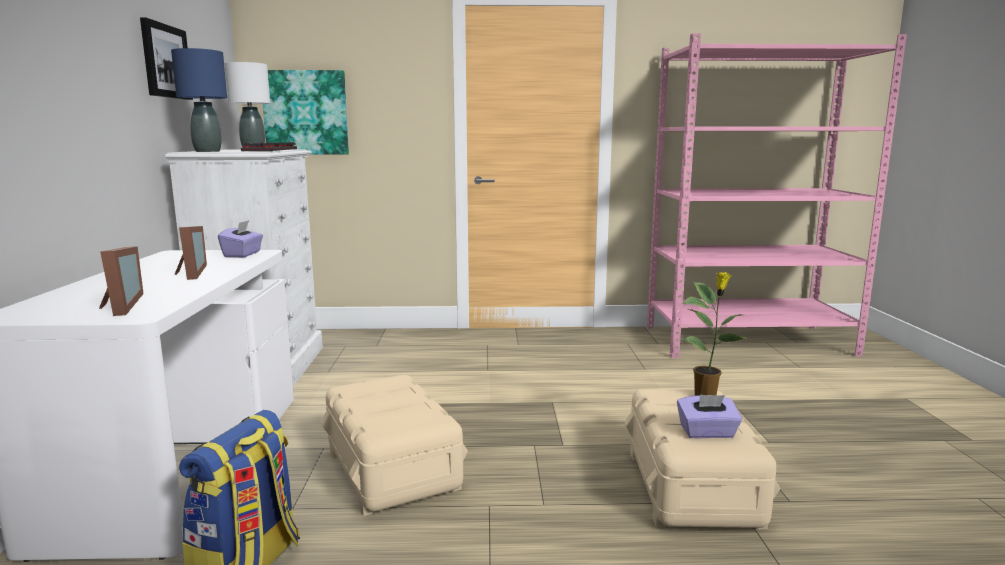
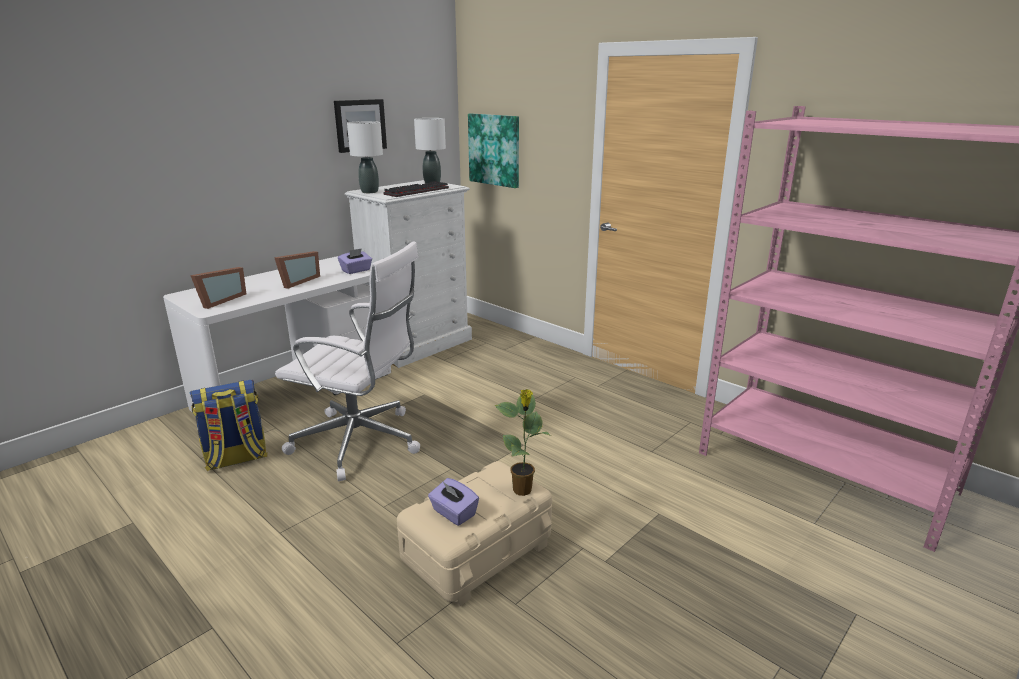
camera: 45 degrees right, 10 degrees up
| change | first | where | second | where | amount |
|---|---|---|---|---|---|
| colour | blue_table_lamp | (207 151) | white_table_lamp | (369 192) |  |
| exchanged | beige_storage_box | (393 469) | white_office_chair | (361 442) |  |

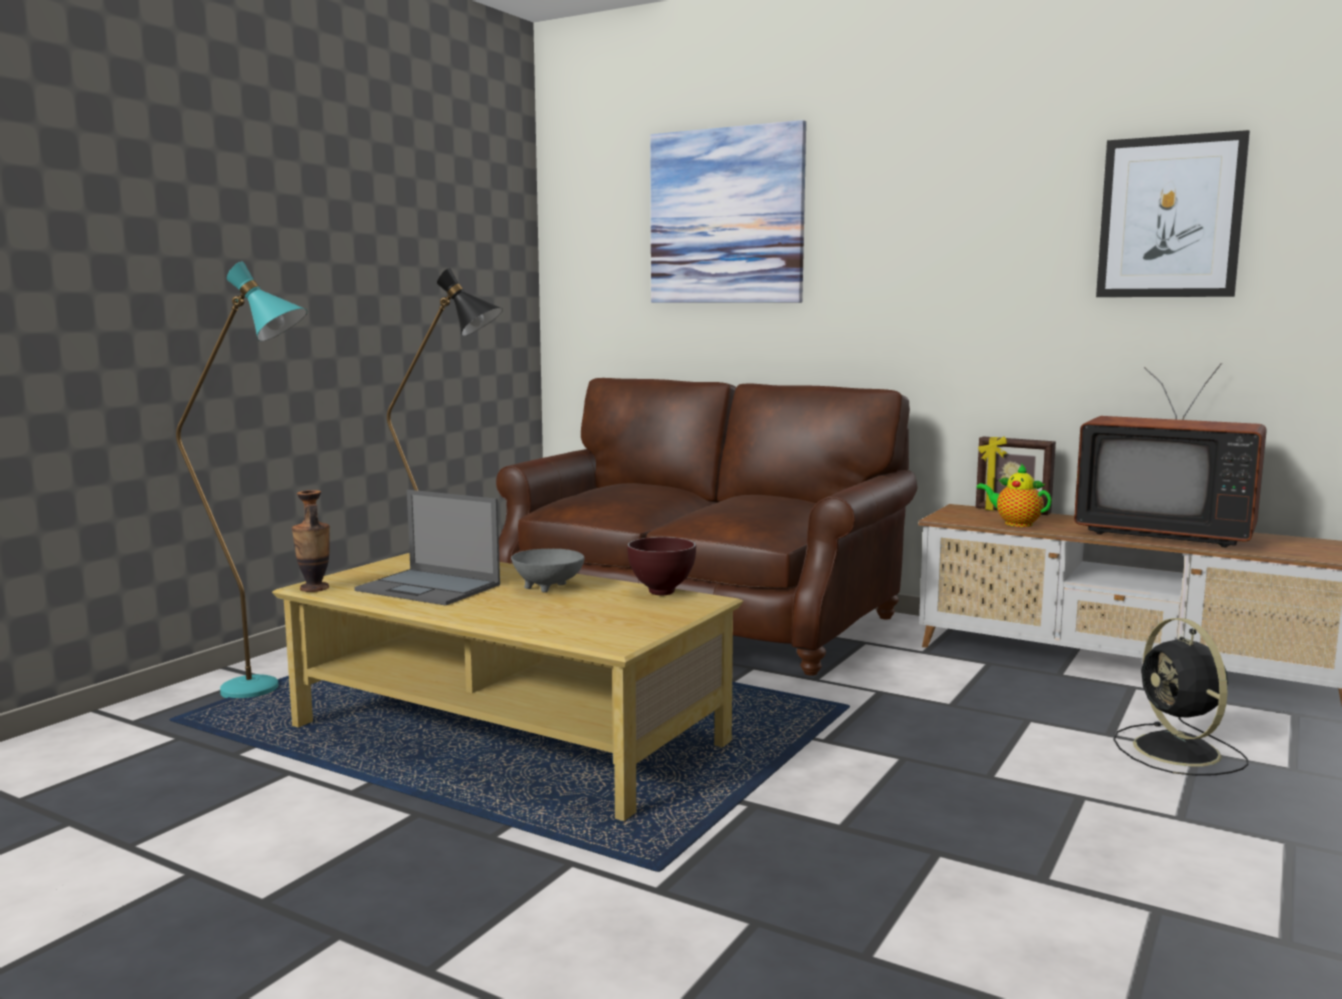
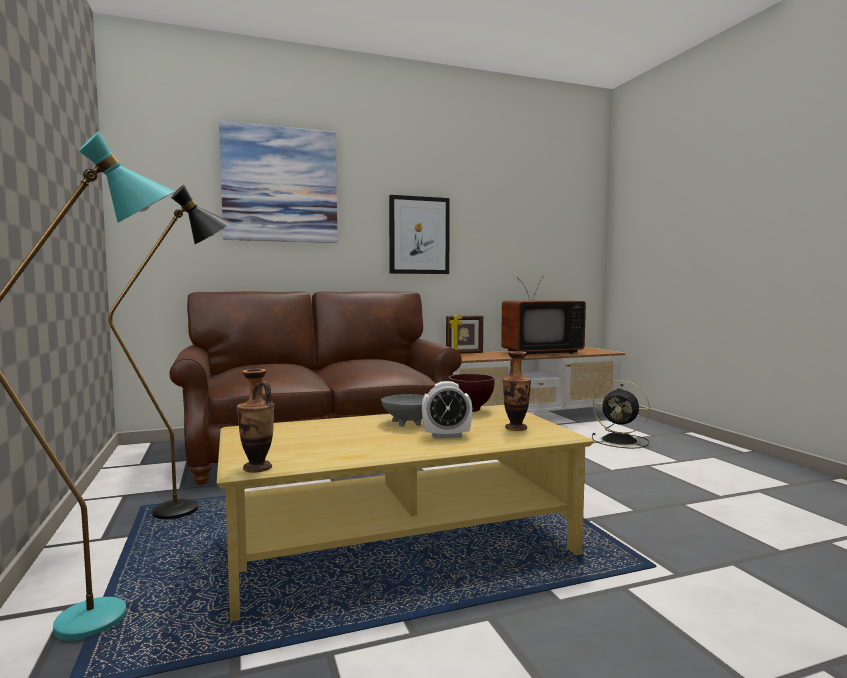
camera: 50 degrees left, 5 degrees down
| change | first | where | second | where | amount |
|---|---|---|---|---|---|
| missing | laptop | (430 588) |  |  |  |
| missing | teapot | (1015 524) |  |  |  |
| relocated | picture | (1170 217) |  | (419 235) |  |
| appeared |  |  | alarm_clock | (446 436) |  |
| appeared |  |  | vase | (516 428) |  |

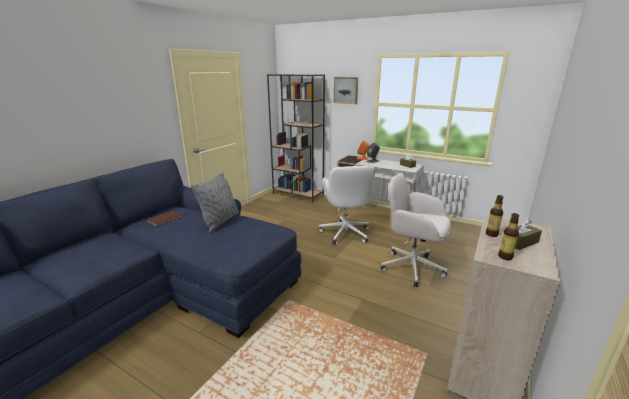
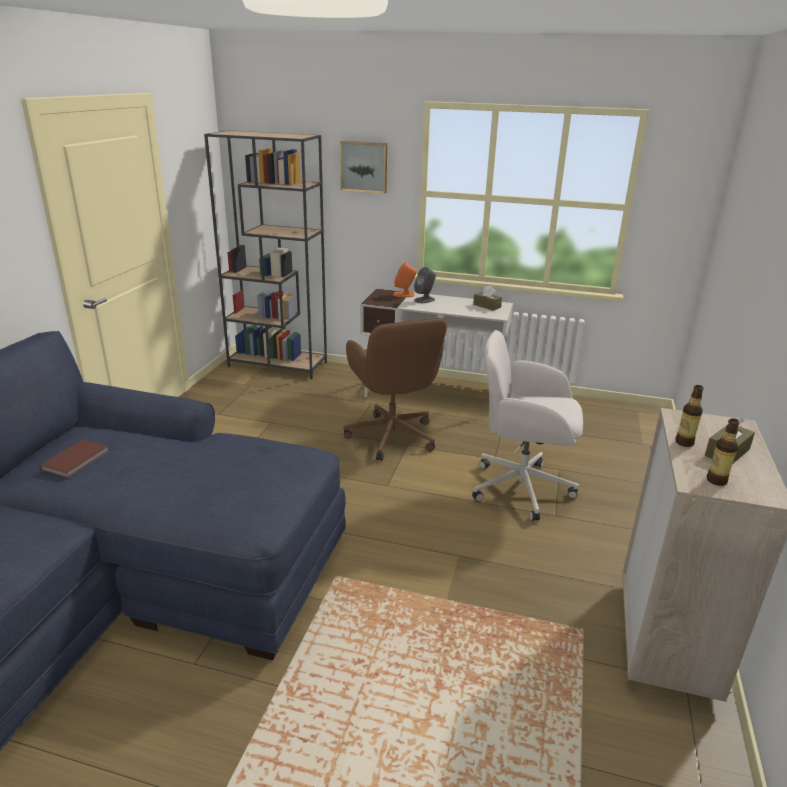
camera: 15 degrees left, 5 degrees up
| change | first | where | second | where | amount |
|---|---|---|---|---|---|
| missing | grey_pillow | (220 222) |  |  |  |
| colour | white_office_chair | (345 233) | brown_office_chair | (391 437) |  |

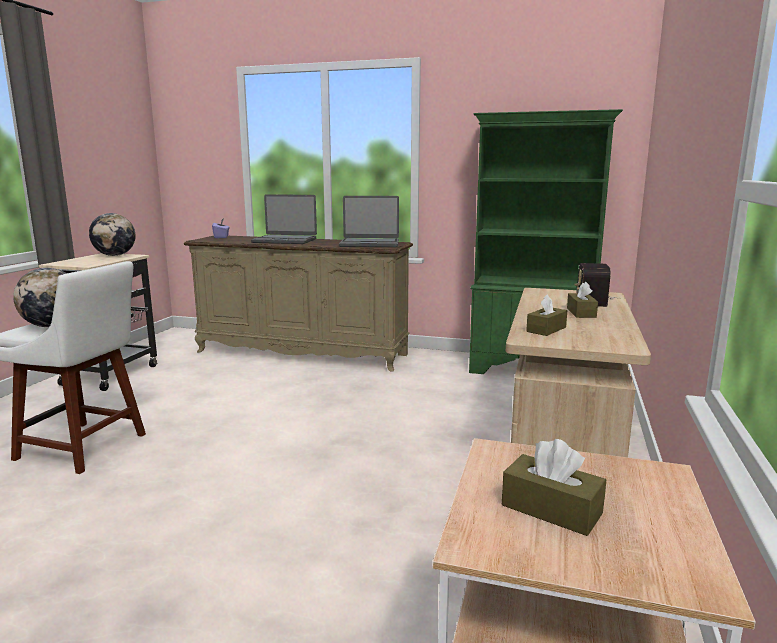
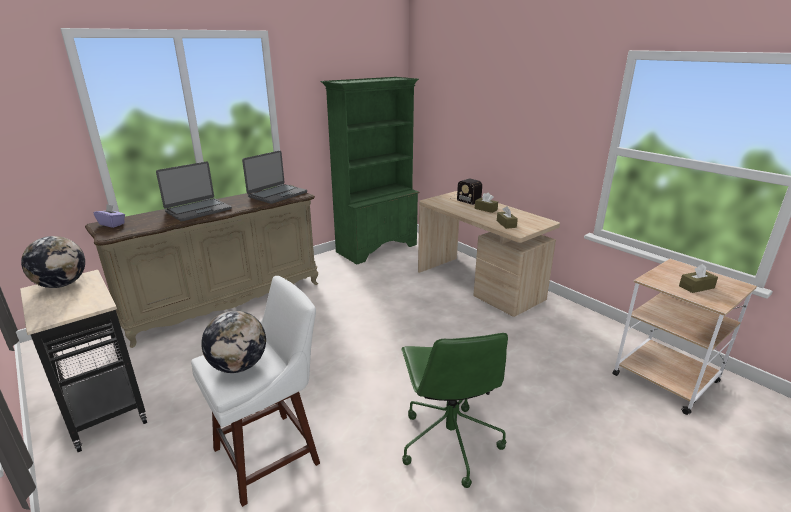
camera: 55 degrees left, 10 degrees up
| change | first | where | second | where | amount |
|---|---|---|---|---|---|
| appeared |  |  | green_office_chair | (448 439) |  |

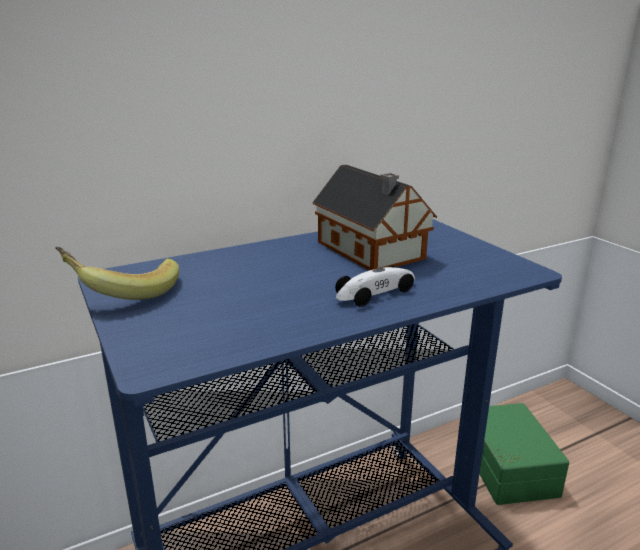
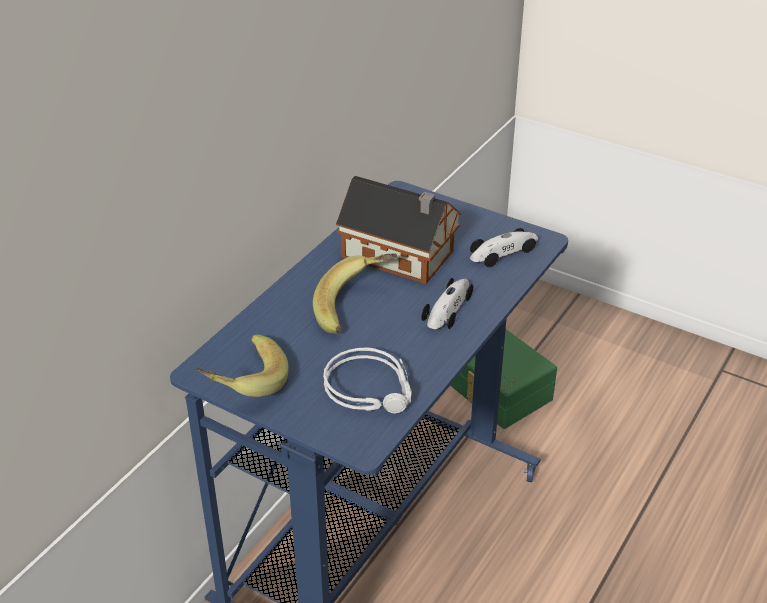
camera: 30 degrees left, 15 degrees up
| change | first | where | second | where | amount |
|---|---|---|---|---|---|
| appeared |  |  | banana | (356 308) |  |
| appeared |  |  | grey_headphones | (372 388) |  |
| appeared |  |  | toy_car | (504 252) |  |

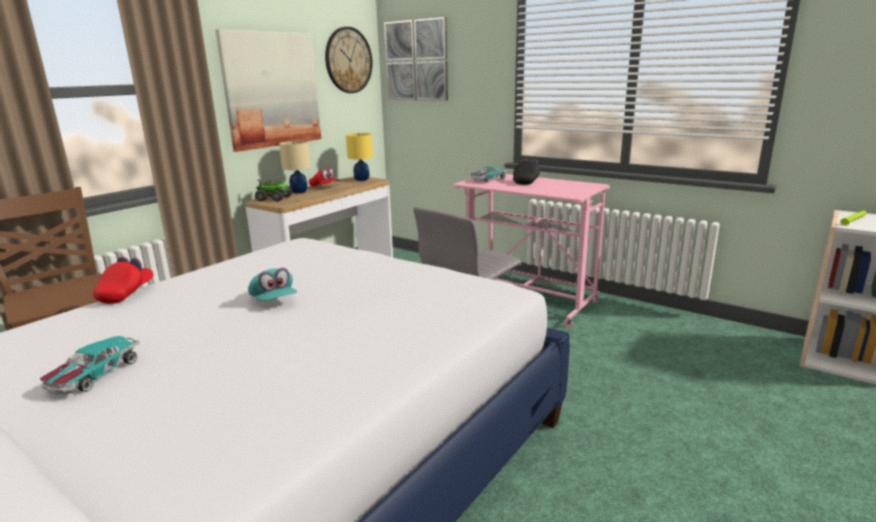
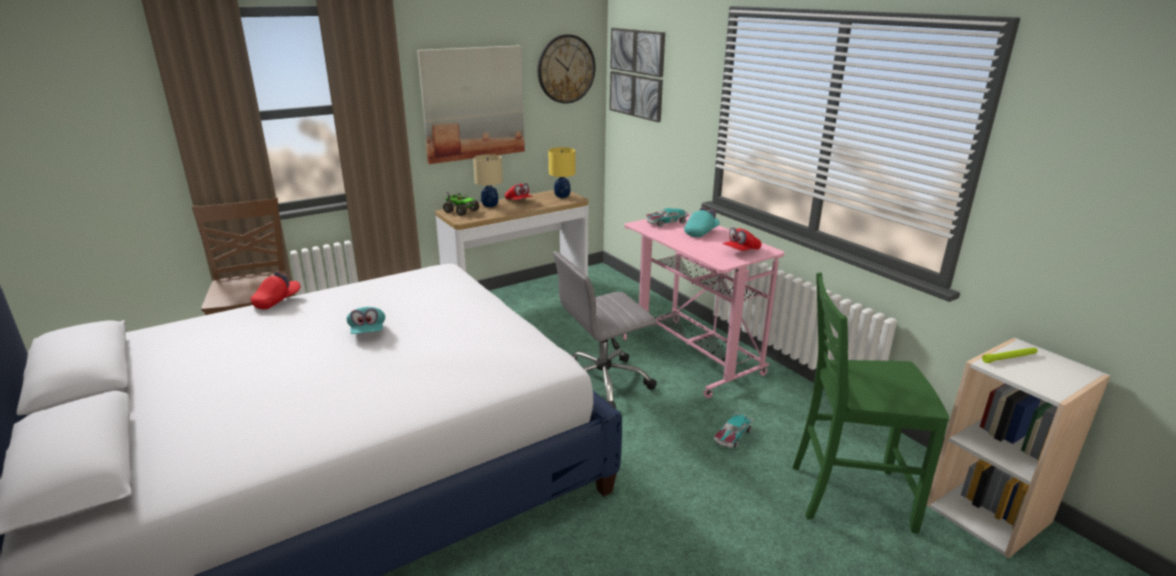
camera: 20 degrees right, 5 degrees up
| change | first | where | second | where | amount |
|---|---|---|---|---|---|
| relocated | toy_car | (94 375) |  | (732 436) |  |
| colour | black_cap | (526 181) | turquoise_cap | (701 232) |  |
| appeared |  |  | red_cap | (741 251) |  |
| appeared |  |  | green_chair | (847 495) |  |

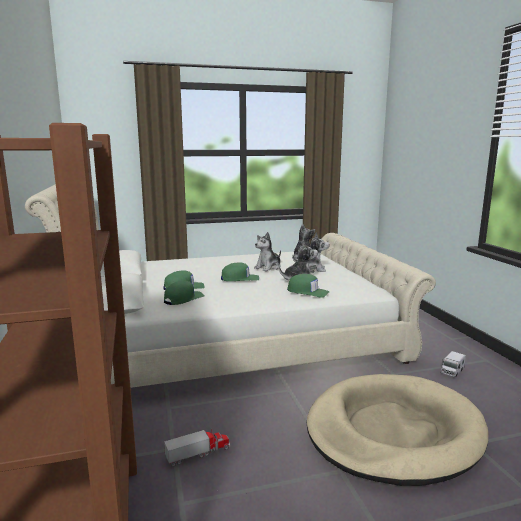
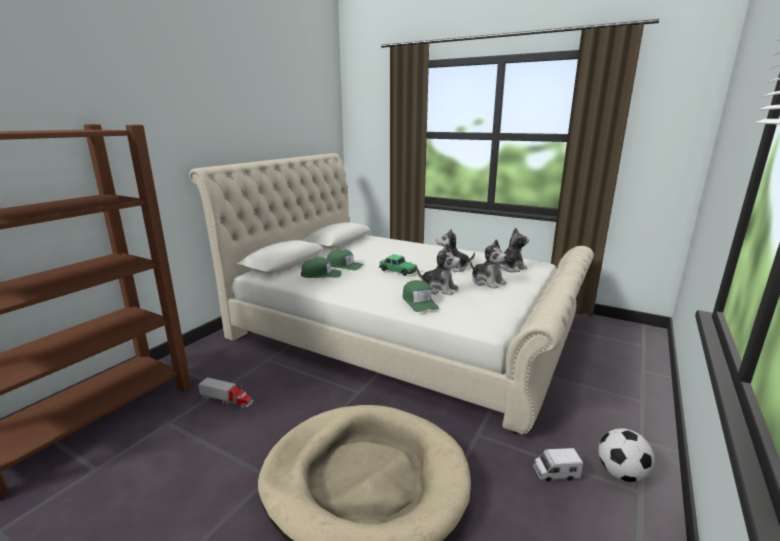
camera: 45 degrees right, 5 degrees up
| change | first | where | second | where | amount |
|---|---|---|---|---|---|
| exchanged | green_cap | (240 278) | toy_car | (398 271) |  |
| appeared |  |  | football | (621 473) |  |

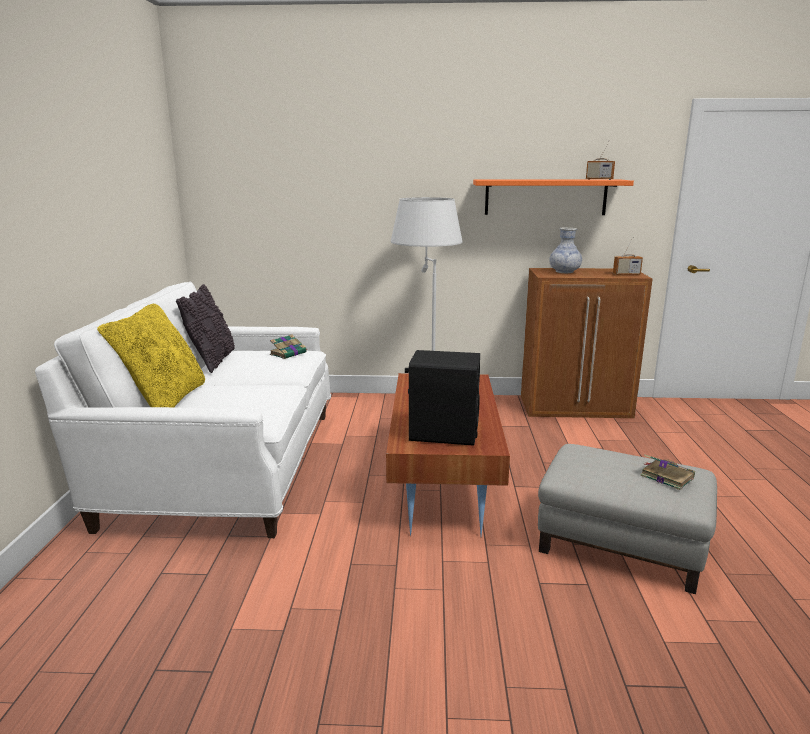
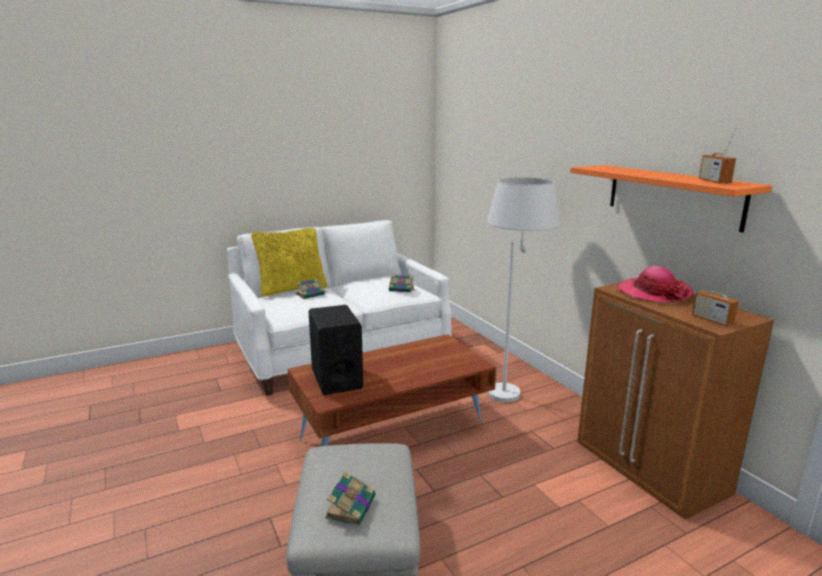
camera: 60 degrees right, 0 degrees up
| change | first | where | second | where | amount |
|---|---|---|---|---|---|
| missing | black_pillow | (212 360) |  |  |  |
| exchanged | vase | (564 272) | hat | (654 293) |  |
| appeared |  |  | book | (311 294) |  |

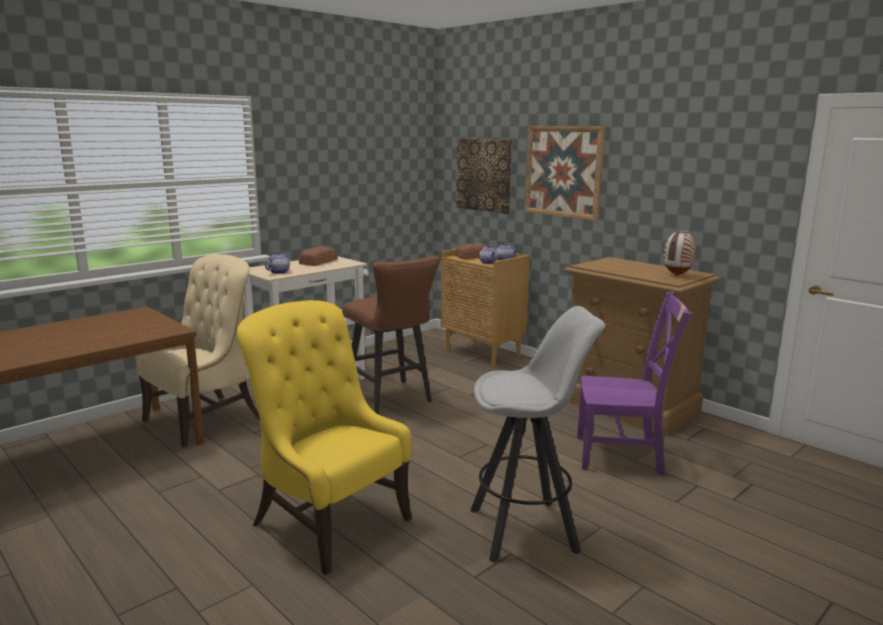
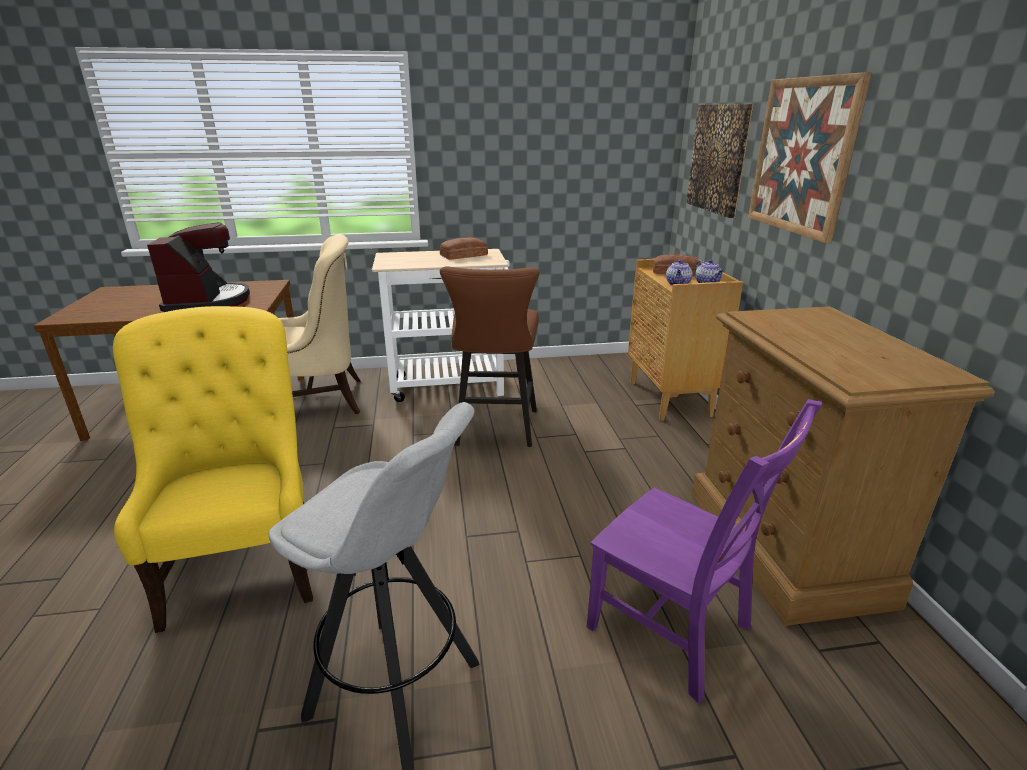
camera: 35 degrees right, 10 degrees up
| change | first | where | second | where | amount |
|---|---|---|---|---|---|
| missing | teapot | (279 272) |  |  |  |
| missing | vase | (677 275) |  |  |  |
| appeared |  |  | coffee_machine | (208 302) |  |

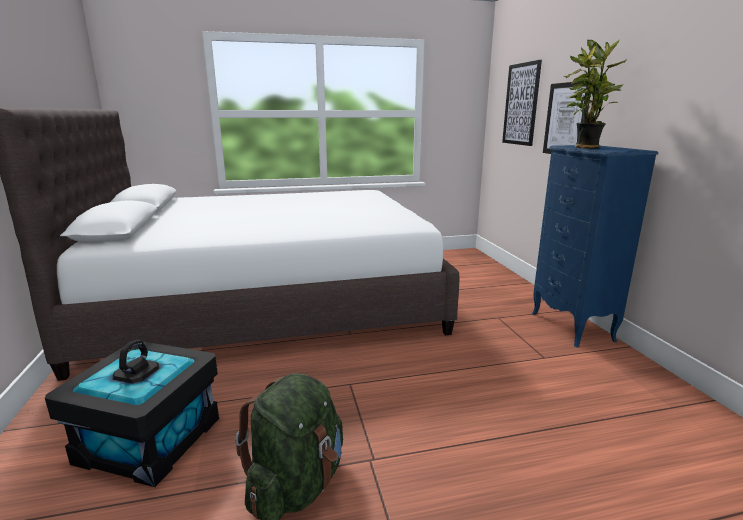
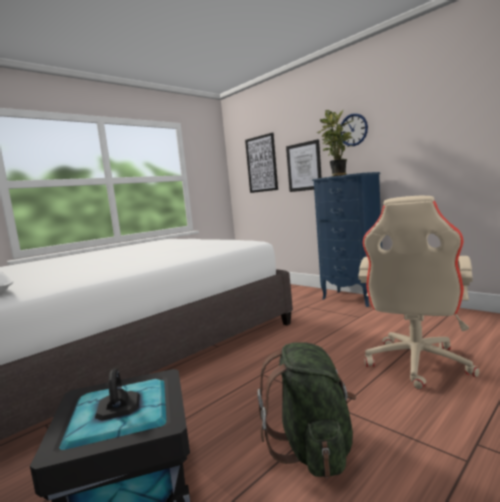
camera: 30 degrees left, 10 degrees down
| change | first | where | second | where | amount |
|---|---|---|---|---|---|
| appeared |  |  | wall_clock | (353 130) |  |
| appeared |  |  | beige_office_chair | (416 367) |  |

